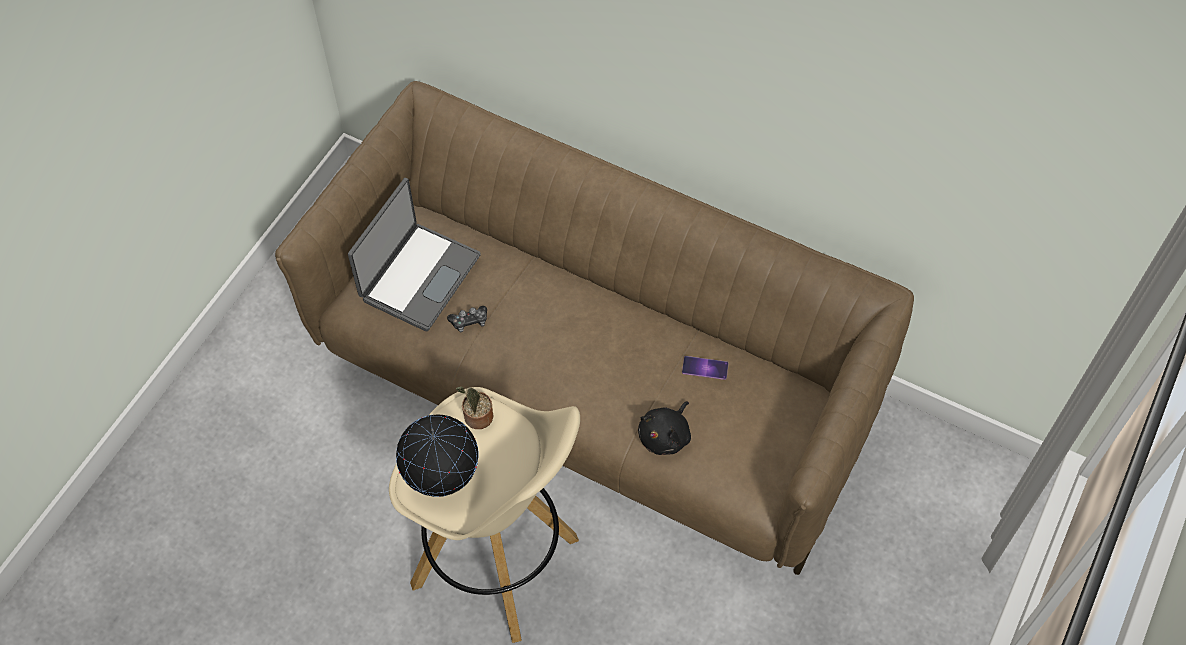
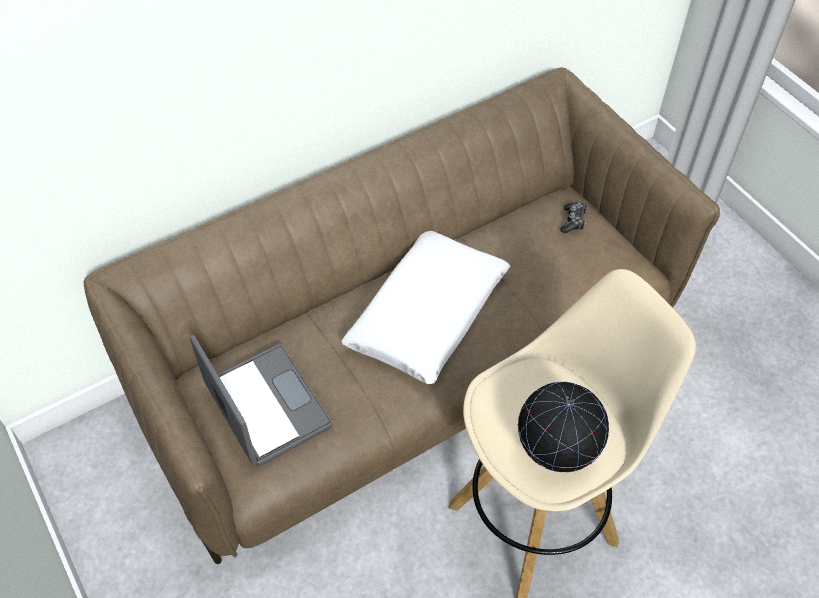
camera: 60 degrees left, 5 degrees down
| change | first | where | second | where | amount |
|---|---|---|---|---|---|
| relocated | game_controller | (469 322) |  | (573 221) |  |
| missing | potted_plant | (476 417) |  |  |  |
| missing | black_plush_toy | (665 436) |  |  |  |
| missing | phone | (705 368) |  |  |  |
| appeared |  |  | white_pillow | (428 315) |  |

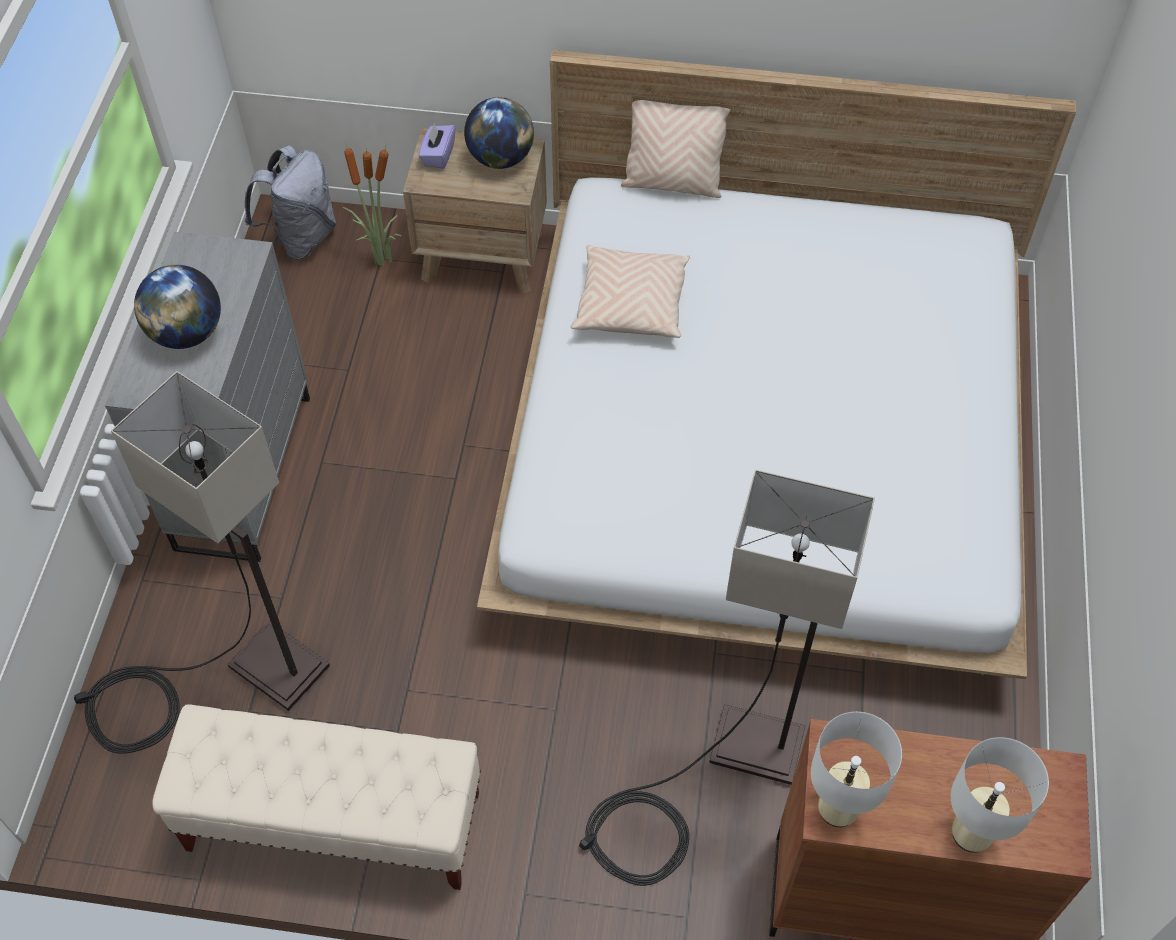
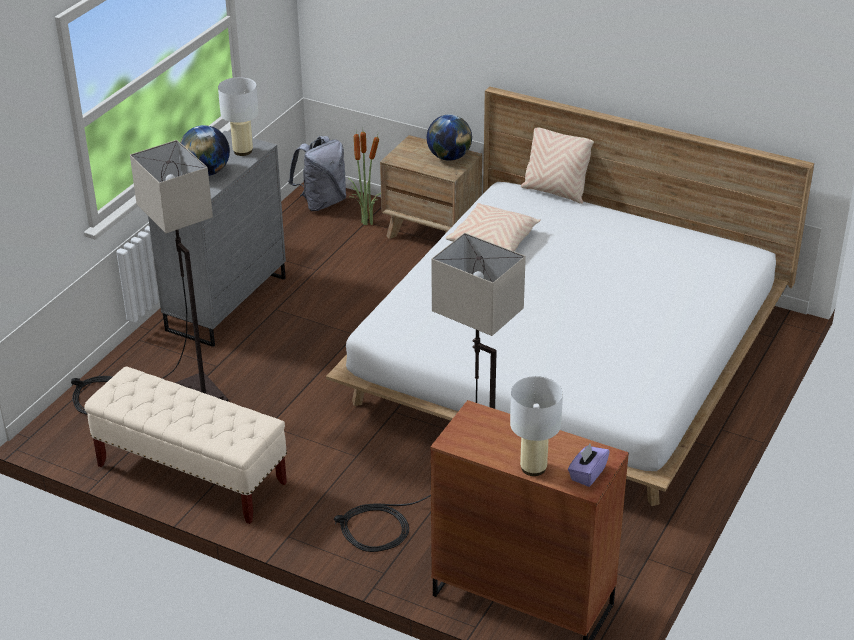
camera: 20 degrees right, 20 degrees down
| change | first | where | second | where | amount |
|---|---|---|---|---|---|
| relocated | purple_tissue_box | (438 155) |  | (587 474) |  |
| relocated | white_table_lamp | (837 810) |  | (242 151) |  |

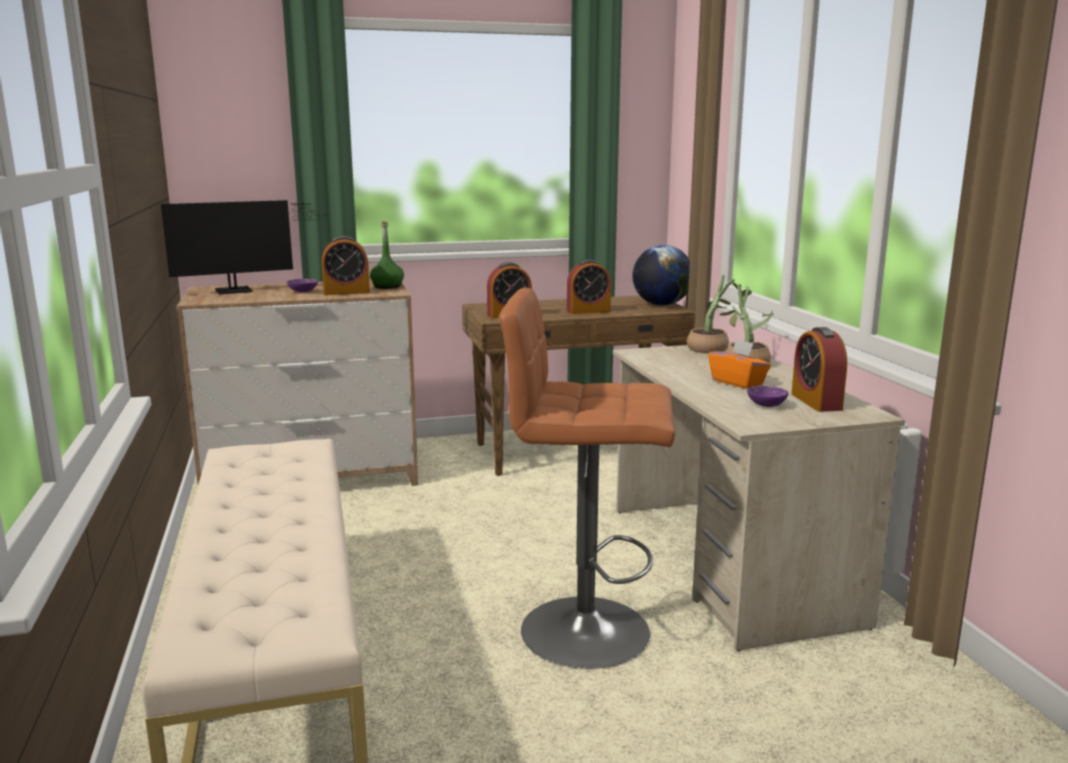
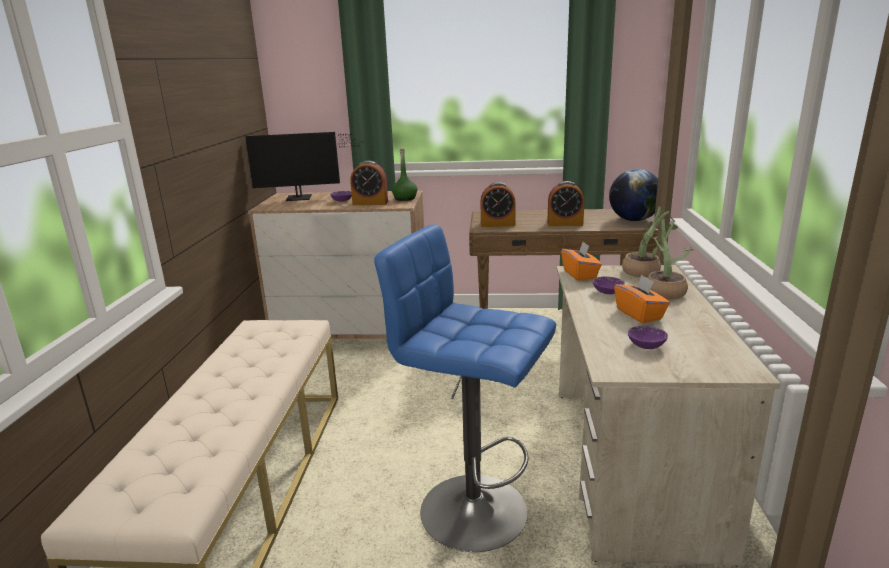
camera: 20 degrees right, 5 degrees up
| change | first | where | second | where | amount |
|---|---|---|---|---|---|
| colour | brown_stool | (583 630) | blue_stool | (473 510) |  |
| missing | alarm_clock | (816 402) |  |  |  |
| appeared |  |  | orange_tissue_box | (580 274) |  |
| appeared |  |  | purple_bowl | (607 292) |  |

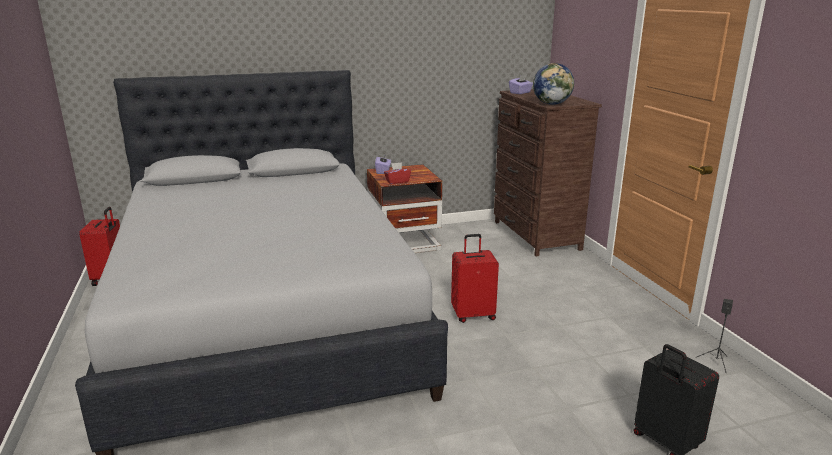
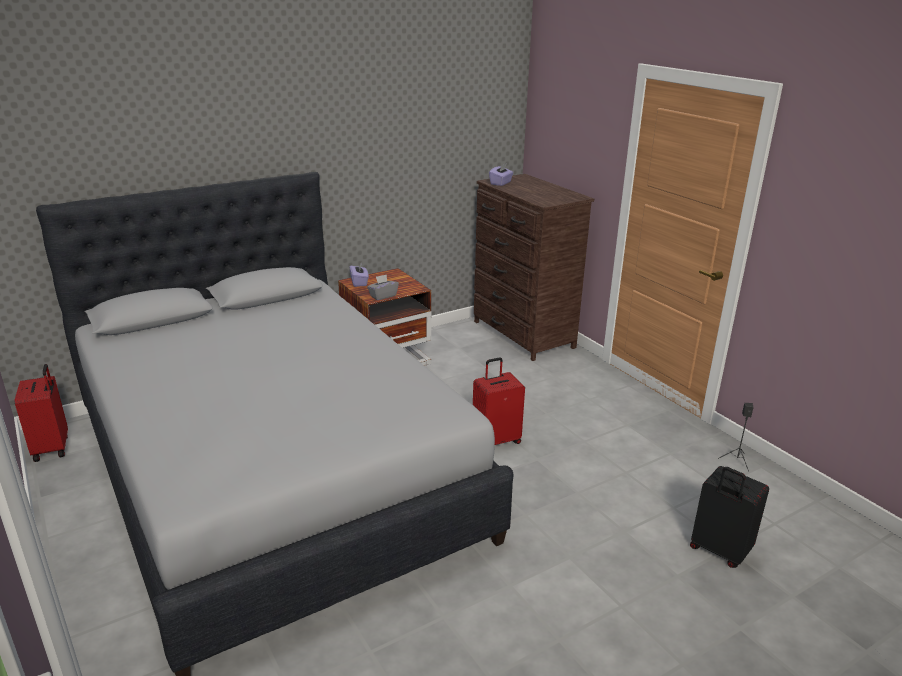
camera: 15 degrees left, 5 degrees up
| change | first | where | second | where | amount |
|---|---|---|---|---|---|
| colour | red_tissue_box | (397 181) | grey_tissue_box | (383 296) |  |
| missing | globe | (552 104) |  |  |  |

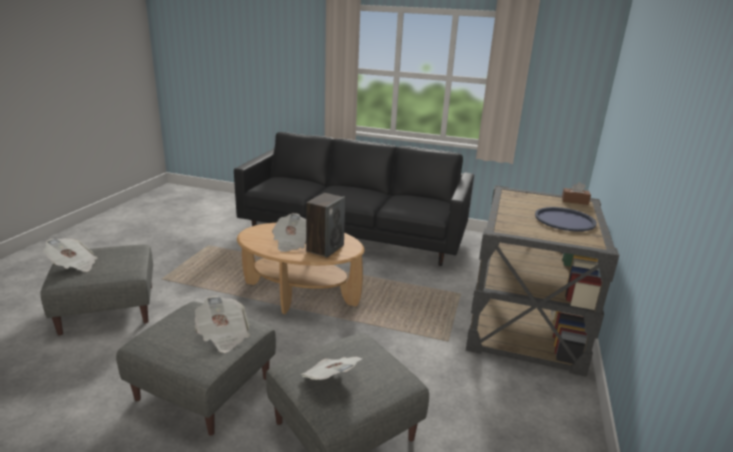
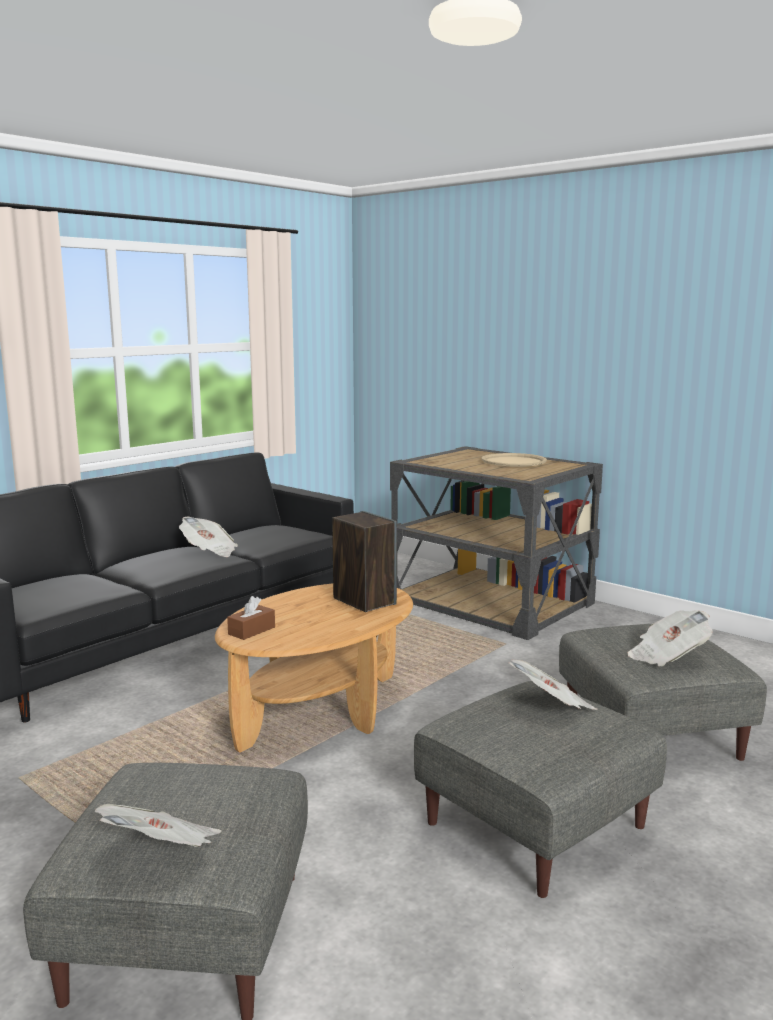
camera: 65 degrees left, 10 degrees down
| change | first | where | second | where | amount |
|---|---|---|---|---|---|
| relocated | newspaper | (291 243) |  | (209 551) |  |
| colour | blue_tray | (564 220) | beige_tray | (514 461) |  |
| relocated | brown_tissue_box | (575 201) |  | (251 630) |  |

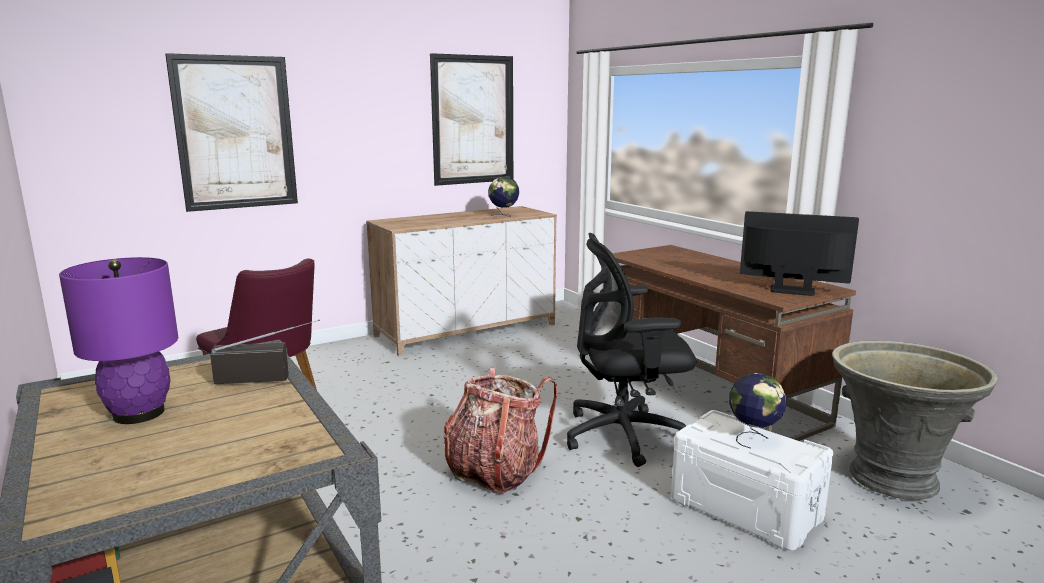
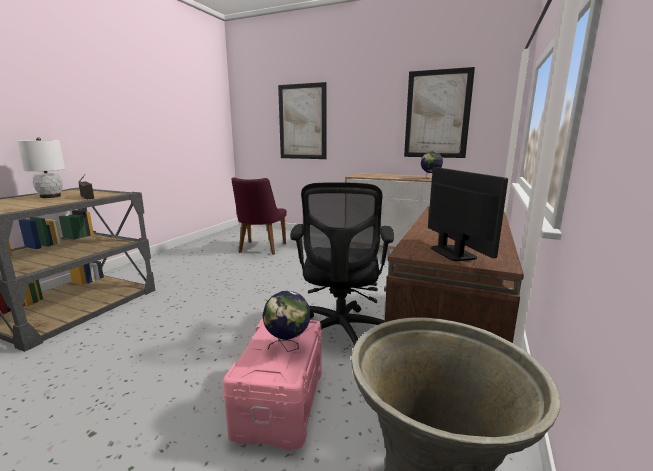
camera: 55 degrees right, 0 degrees up
| change | first | where | second | where | amount |
|---|---|---|---|---|---|
| colour | purple_table_lamp | (138 414) | white_table_lamp | (50 196) |  |
| missing | backpack | (495 472) |  |  |  |
| spun | black_office_chair | (629 433) |  | (341 327) | 135 degrees counterclockwise |
| colour | white_storage_box | (745 509) | pink_storage_box | (279 401) |  |

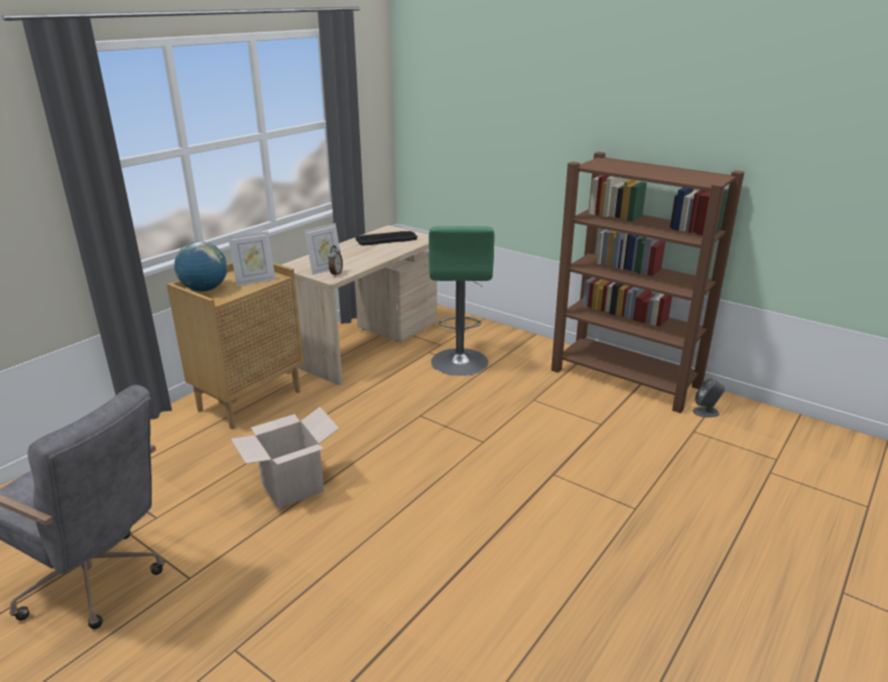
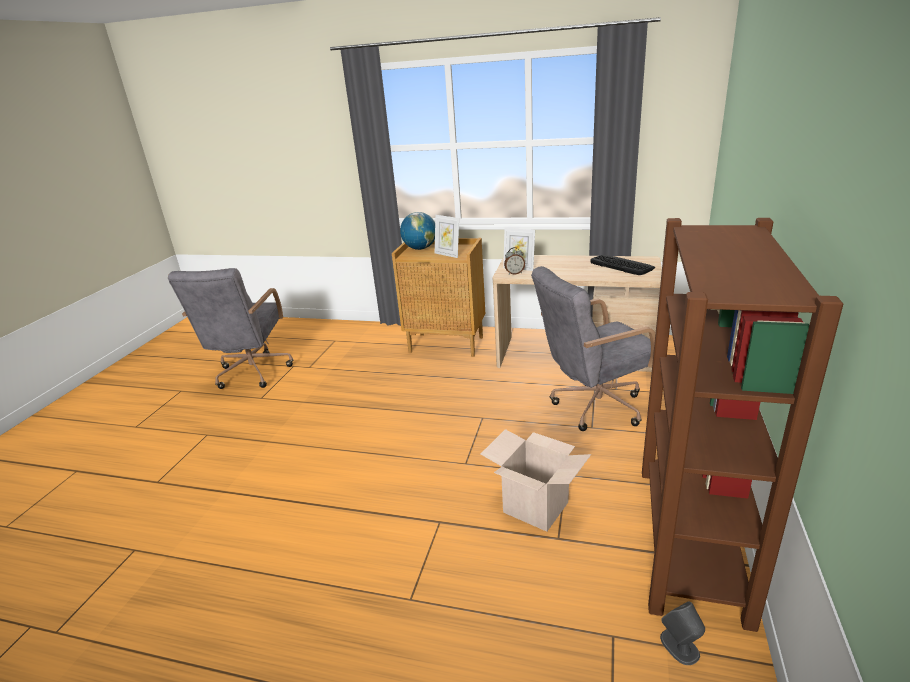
camera: 70 degrees right, 0 degrees up
| change | first | where | second | where | amount |
|---|---|---|---|---|---|
| relocated | cardboard_box | (292 487) |  | (535 507) |  |
| exchanged | green_stool | (459 362) | grey_office_chair | (593 409) |  |

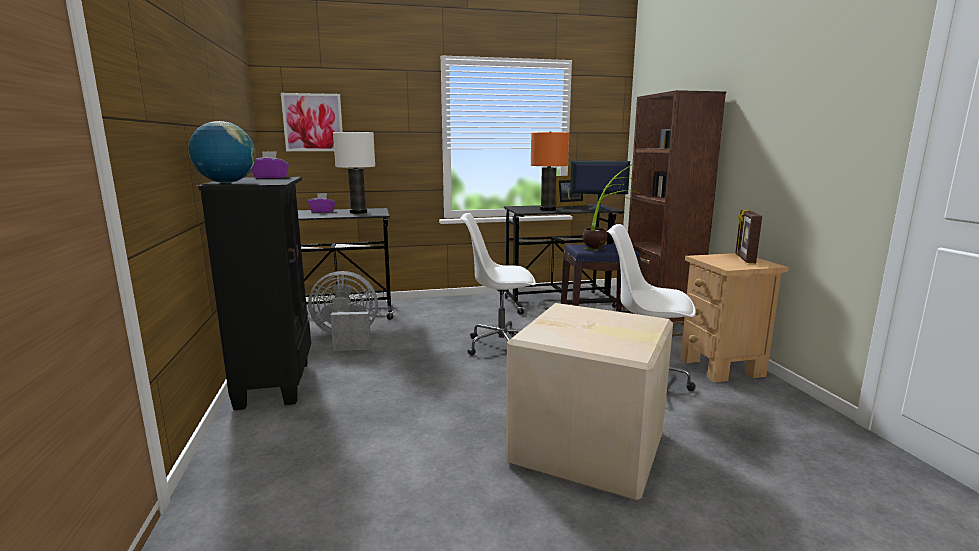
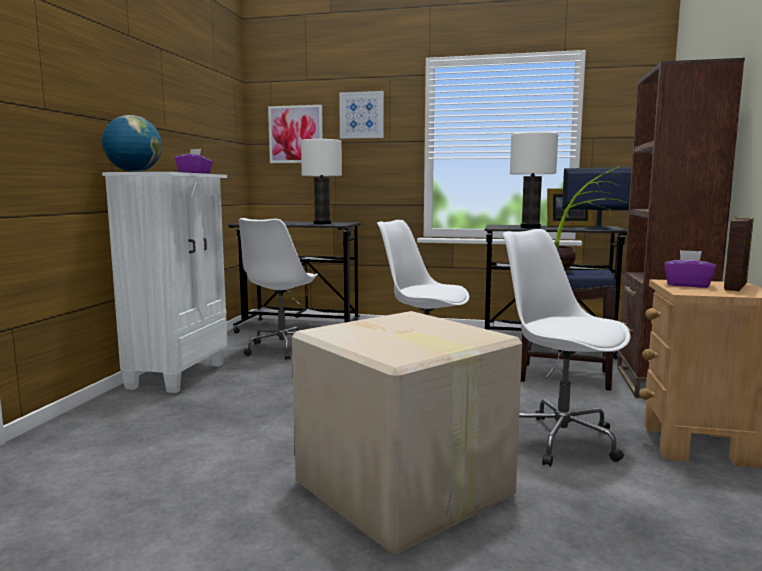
camera: 25 degrees right, 5 degrees down
| change | first | where | second | where | amount |
|---|---|---|---|---|---|
| colour | black_cabinet | (276 385) | white_cabinet | (179 376) |  |
| relocated | purple_tissue_box | (322 211) |  | (687 285) |  |
| exchanged | grey_fan | (346 339) | white_office_chair | (281 350) |  |
| colour | orange_table_lamp | (547 209) | white_table_lamp | (530 227) |  |
| appeared |  |  | picture | (362 115) |  |

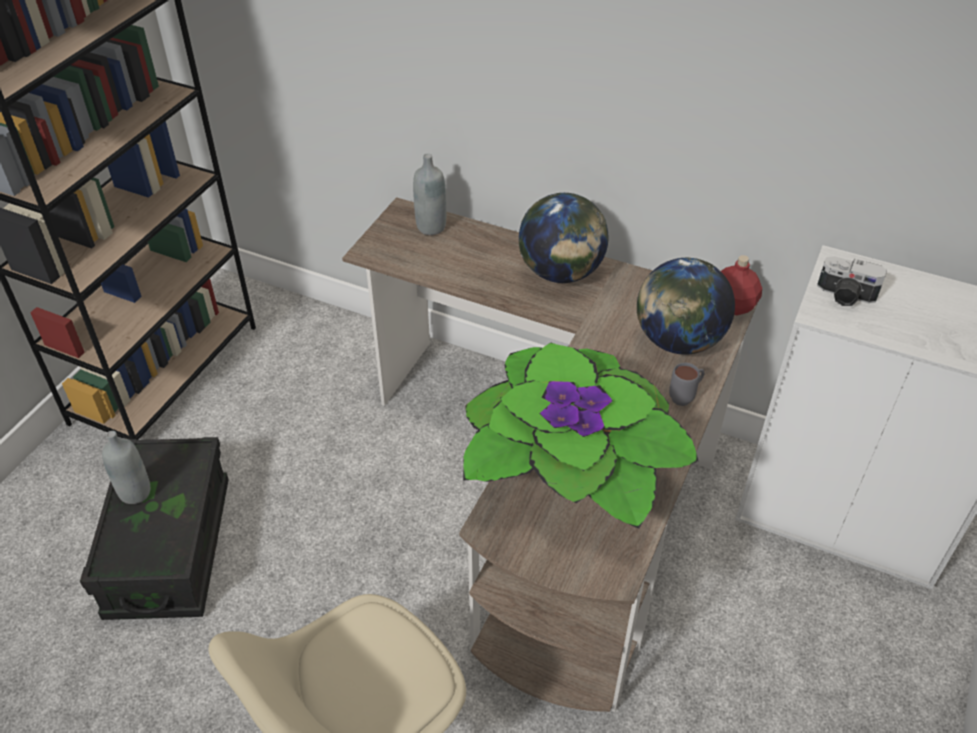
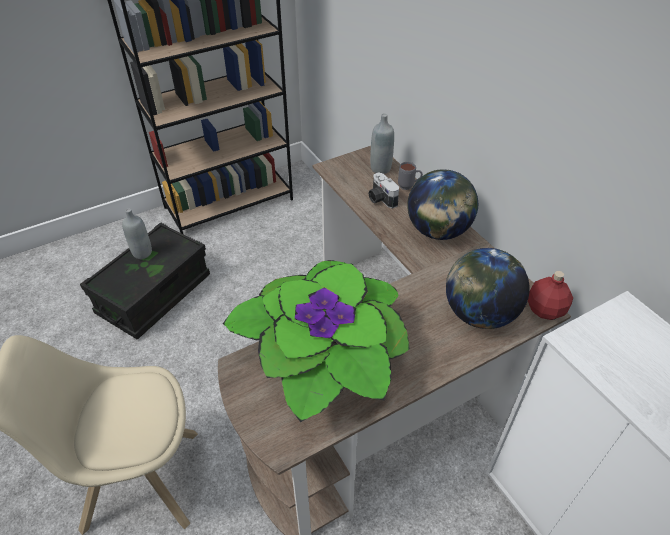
camera: 35 degrees right, 0 degrees up
| change | first | where | second | where | amount |
|---|---|---|---|---|---|
| relocated | grey_mug | (685 397) |  | (409 186) |  |
| relocated | photo_camera | (845 296) |  | (380 199) |  |

